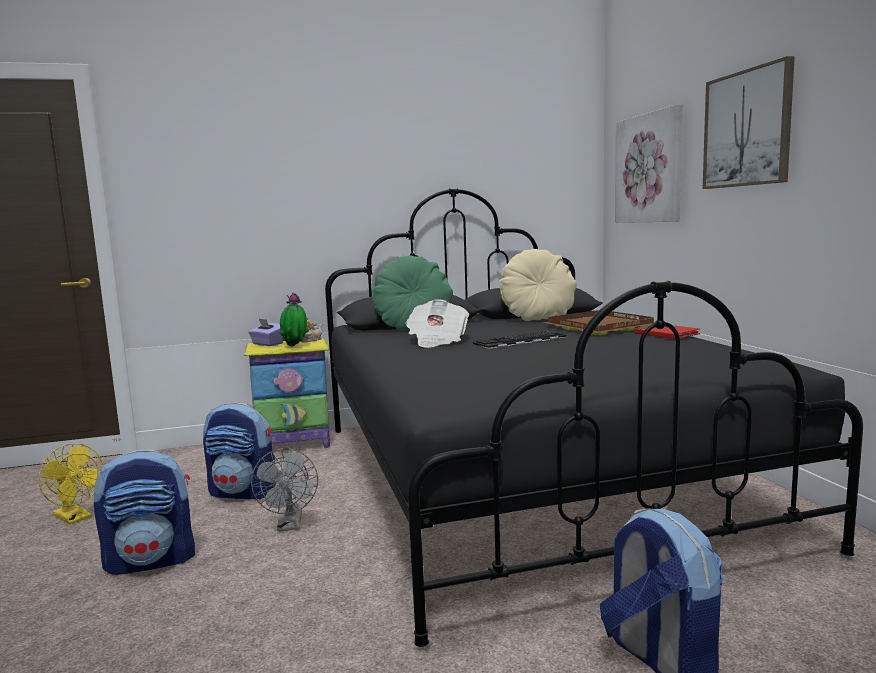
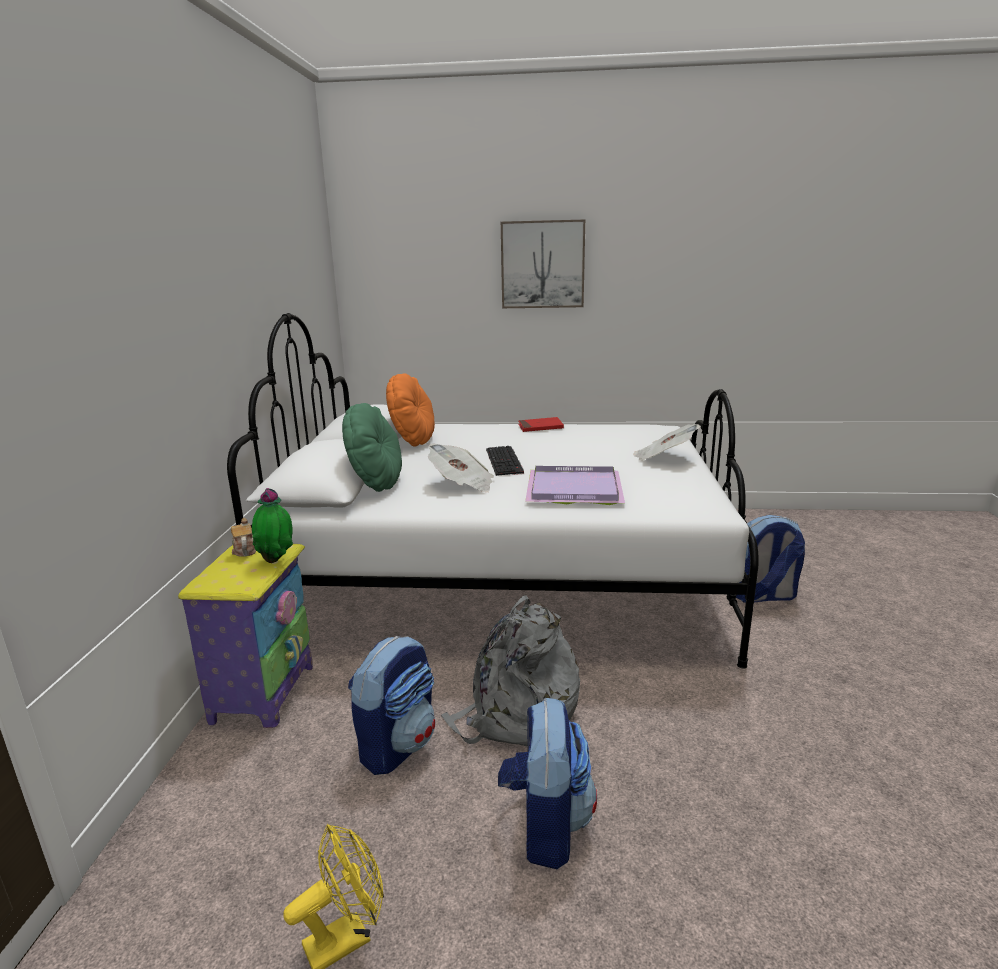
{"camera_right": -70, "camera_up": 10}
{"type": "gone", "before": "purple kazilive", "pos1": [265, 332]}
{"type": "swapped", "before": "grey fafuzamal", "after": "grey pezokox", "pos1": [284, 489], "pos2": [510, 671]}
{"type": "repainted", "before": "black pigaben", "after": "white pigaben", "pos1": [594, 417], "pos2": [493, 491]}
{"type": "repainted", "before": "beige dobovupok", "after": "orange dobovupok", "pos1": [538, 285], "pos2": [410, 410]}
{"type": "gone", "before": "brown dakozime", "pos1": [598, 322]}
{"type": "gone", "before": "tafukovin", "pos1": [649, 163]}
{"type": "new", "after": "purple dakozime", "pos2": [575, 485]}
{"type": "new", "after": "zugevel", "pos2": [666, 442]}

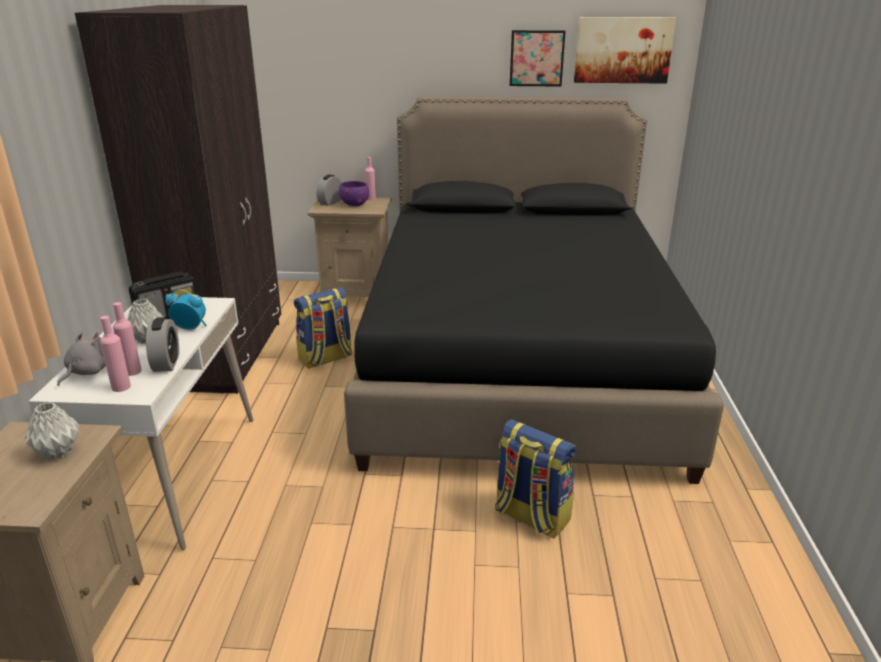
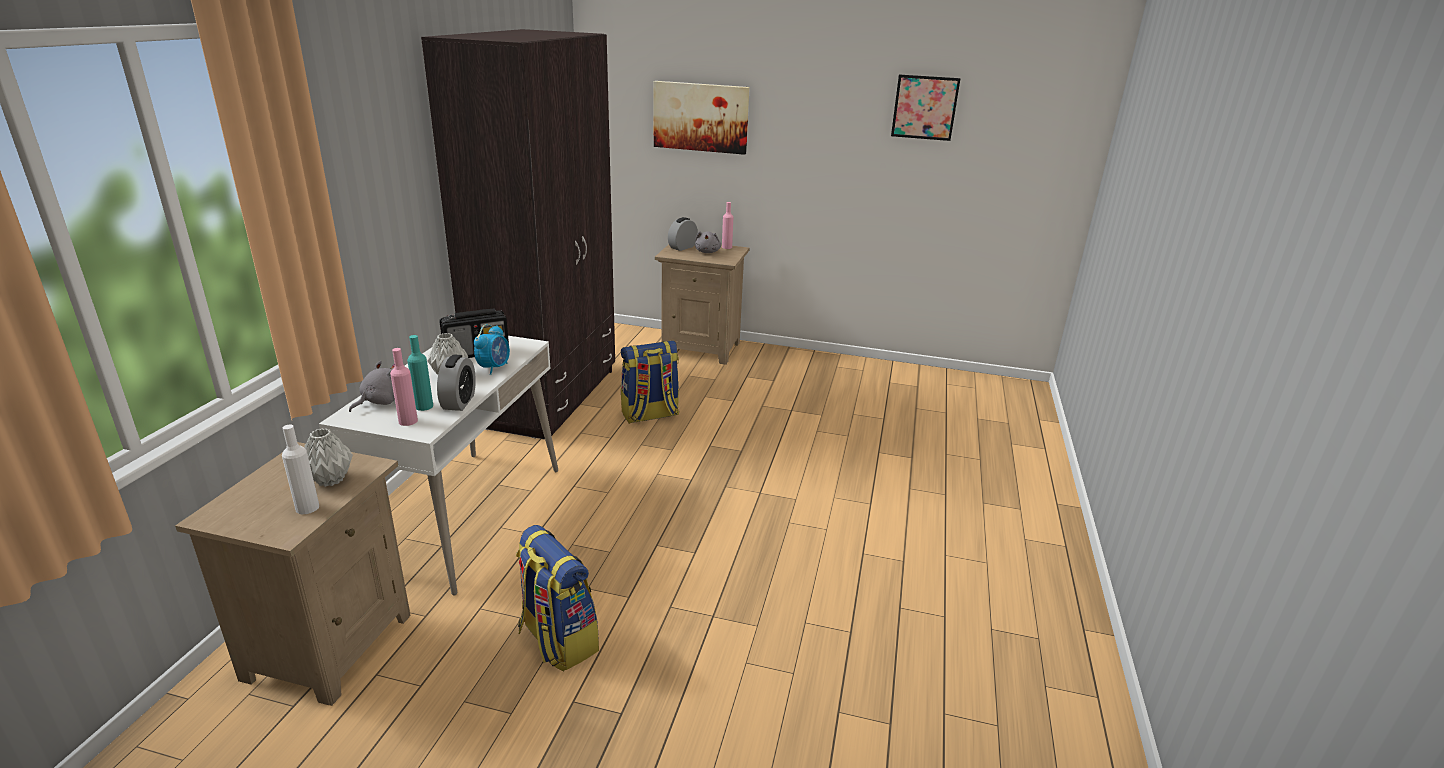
{"camera_right": 10, "camera_up": 0}
{"type": "repainted", "before": "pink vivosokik", "after": "turquoise vivosokik", "pos1": [127, 339], "pos2": [420, 373]}
{"type": "rotated", "before": "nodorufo", "pos1": [186, 309], "pos2": [492, 349], "turn": 90}
{"type": "swapped", "before": "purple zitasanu", "after": "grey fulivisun", "pos1": [354, 193], "pos2": [708, 242]}
{"type": "gone", "before": "black pigaben", "pos1": [534, 290]}
{"type": "shifted", "before": "pezokox", "pos1": [535, 479], "pos2": [557, 598]}
{"type": "shifted", "before": "tafukovin", "pos1": [625, 50], "pos2": [702, 118]}
{"type": "new", "after": "white vivosokik", "pos2": [300, 469]}

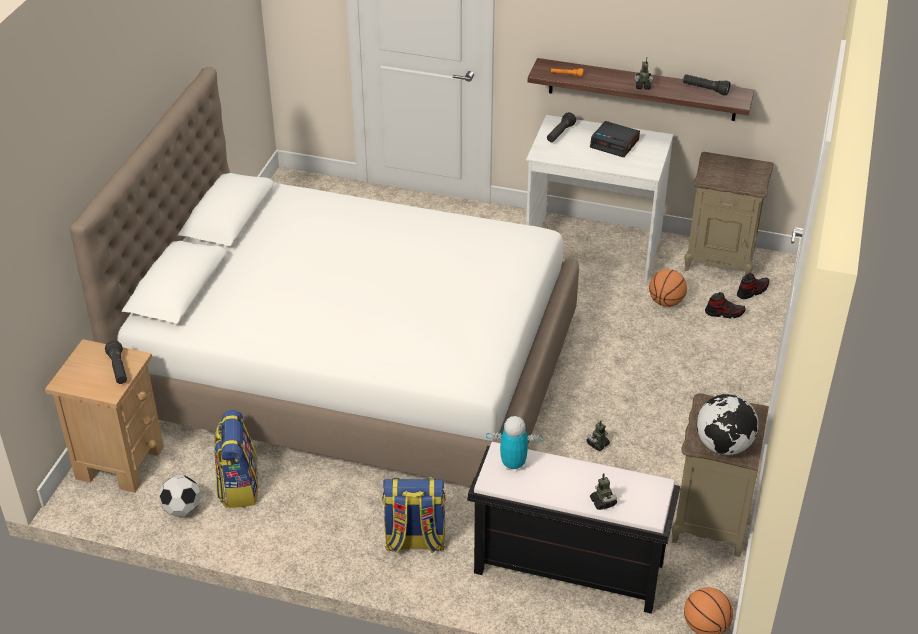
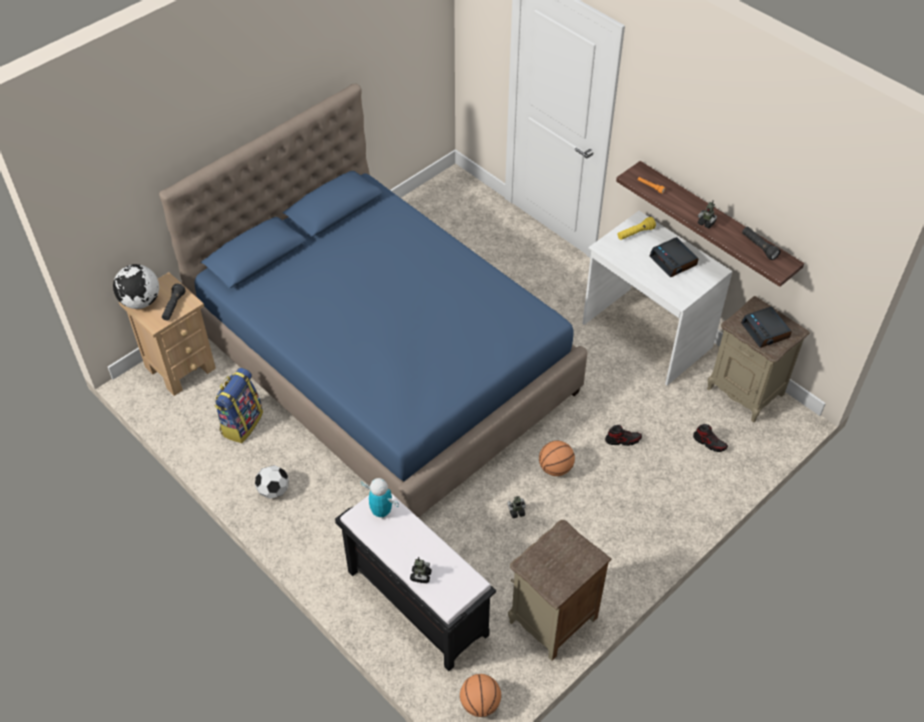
{"camera_right": 30, "camera_up": 10}
{"type": "repainted", "before": "white pigaben", "after": "blue pigaben", "pos1": [324, 276], "pos2": [373, 300]}
{"type": "shifted", "before": "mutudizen", "pos1": [179, 496], "pos2": [272, 482]}
{"type": "gone", "before": "pezokox", "pos1": [414, 516]}
{"type": "repainted", "before": "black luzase", "after": "yellow luzase", "pos1": [561, 127], "pos2": [637, 228]}
{"type": "shifted", "before": "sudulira", "pos1": [668, 288], "pos2": [557, 458]}
{"type": "shifted", "before": "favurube", "pos1": [728, 424], "pos2": [136, 286]}
{"type": "shifted", "before": "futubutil", "pos1": [753, 286], "pos2": [623, 435]}
{"type": "new", "after": "nodorufo", "pos2": [766, 327]}

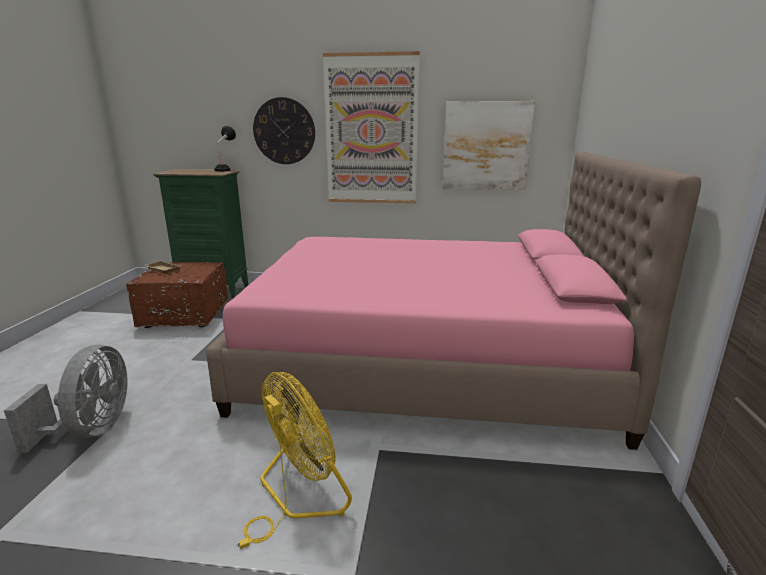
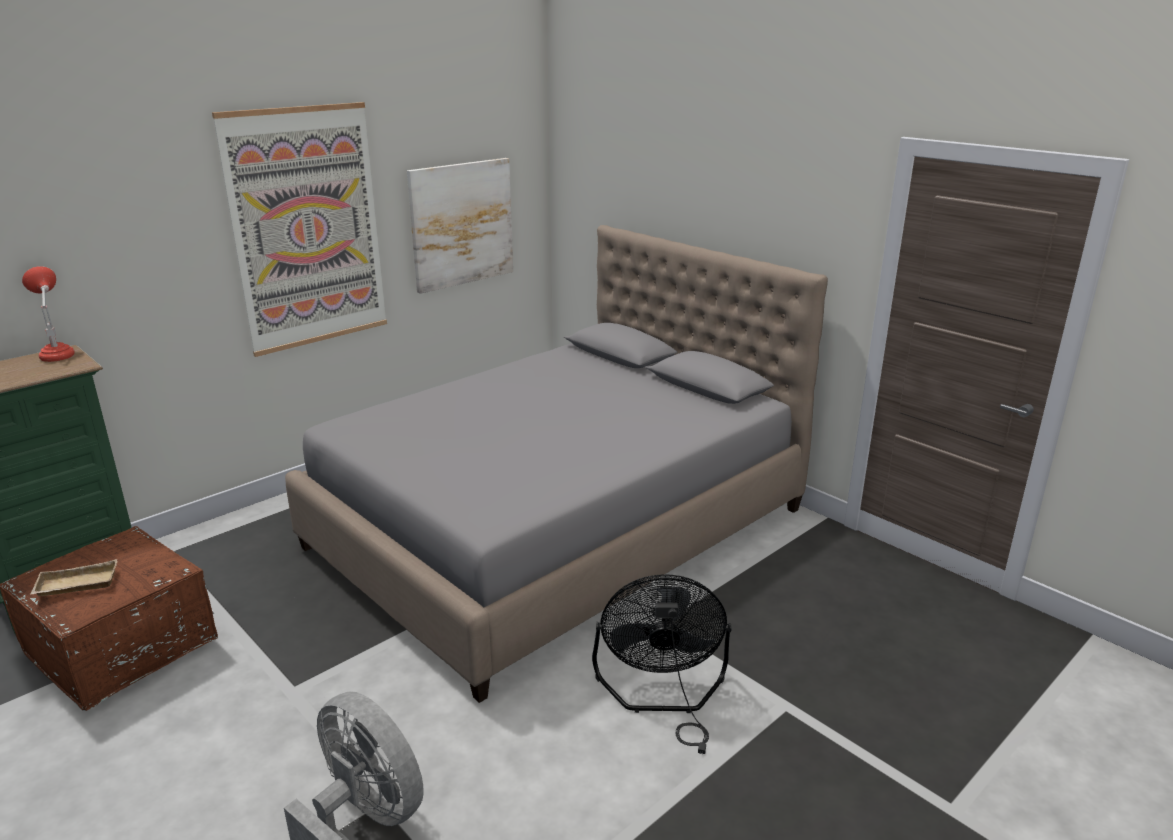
{"camera_right": -50, "camera_up": 5}
{"type": "repainted", "before": "pink pigaben", "after": "grey pigaben", "pos1": [453, 300], "pos2": [556, 464]}
{"type": "repainted", "before": "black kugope", "after": "red kugope", "pos1": [225, 148], "pos2": [48, 314]}
{"type": "repainted", "before": "yellow fafuzamal", "after": "black fafuzamal", "pos1": [294, 460], "pos2": [662, 664]}
{"type": "gone", "before": "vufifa", "pos1": [284, 130]}

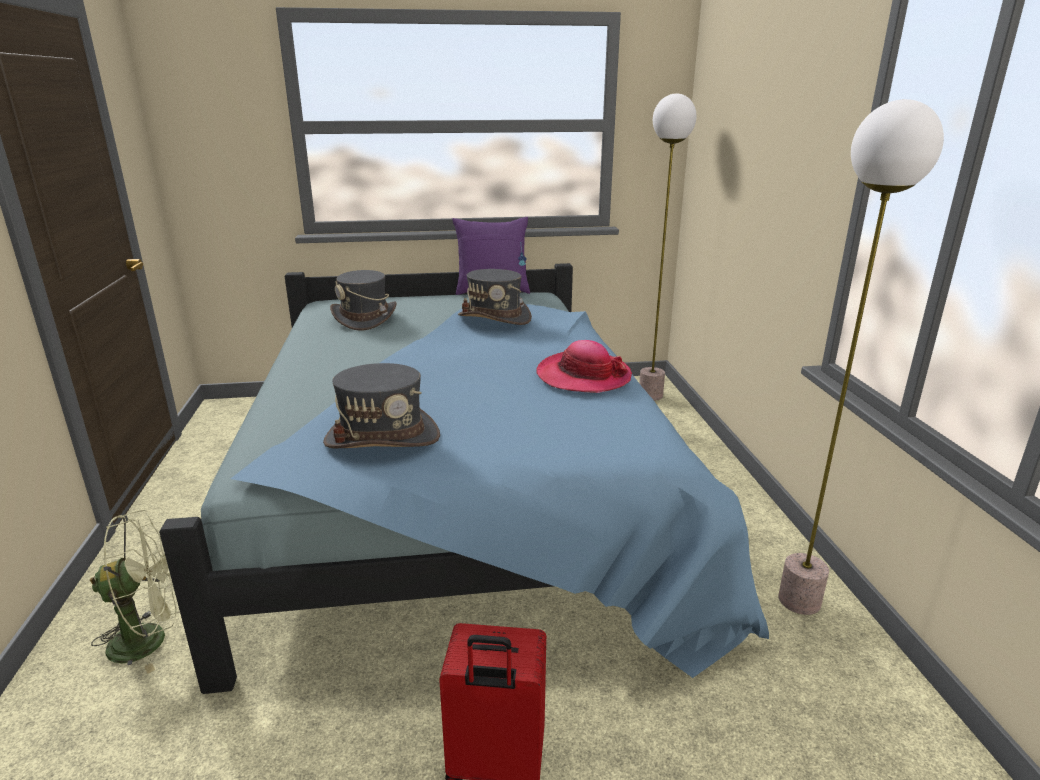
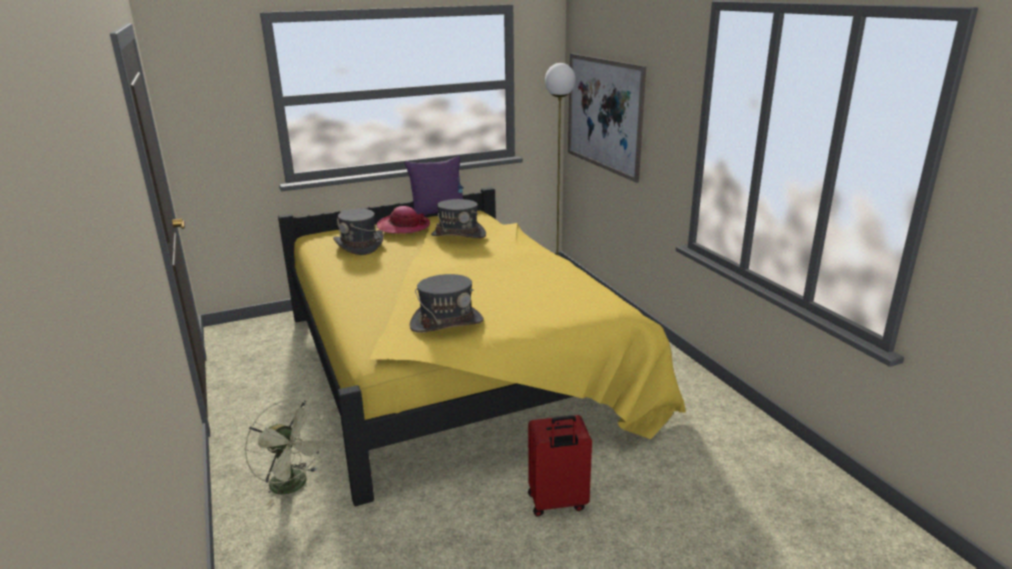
{"camera_right": -15, "camera_up": 0}
{"type": "rotated", "before": "green fafuzamal", "pos1": [135, 592], "pos2": [287, 452], "turn": 75}
{"type": "repainted", "before": "blue pigaben", "after": "yellow pigaben", "pos1": [464, 478], "pos2": [482, 346]}
{"type": "shifted", "before": "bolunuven", "pos1": [584, 366], "pos2": [403, 220]}
{"type": "gone", "before": "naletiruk", "pos1": [861, 357]}
{"type": "new", "after": "tafukovin", "pos2": [607, 118]}

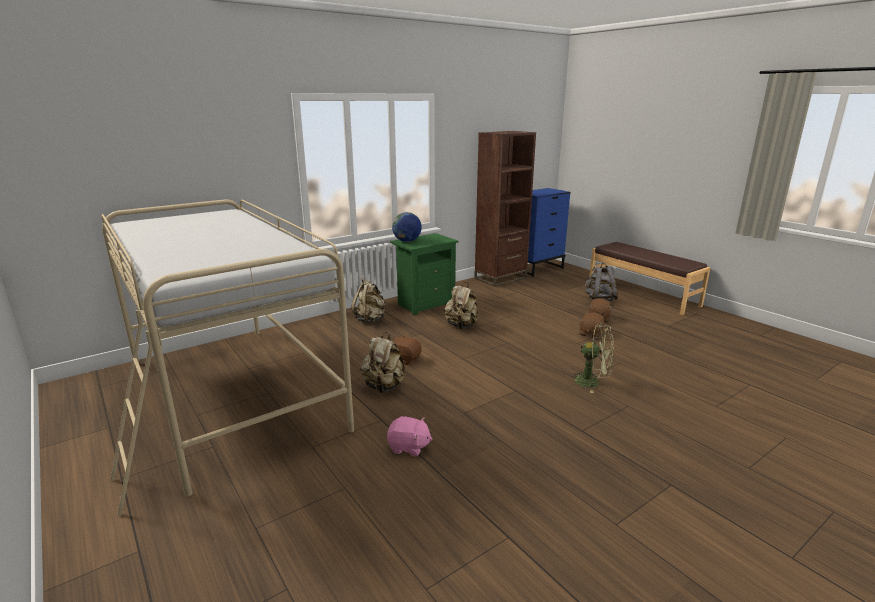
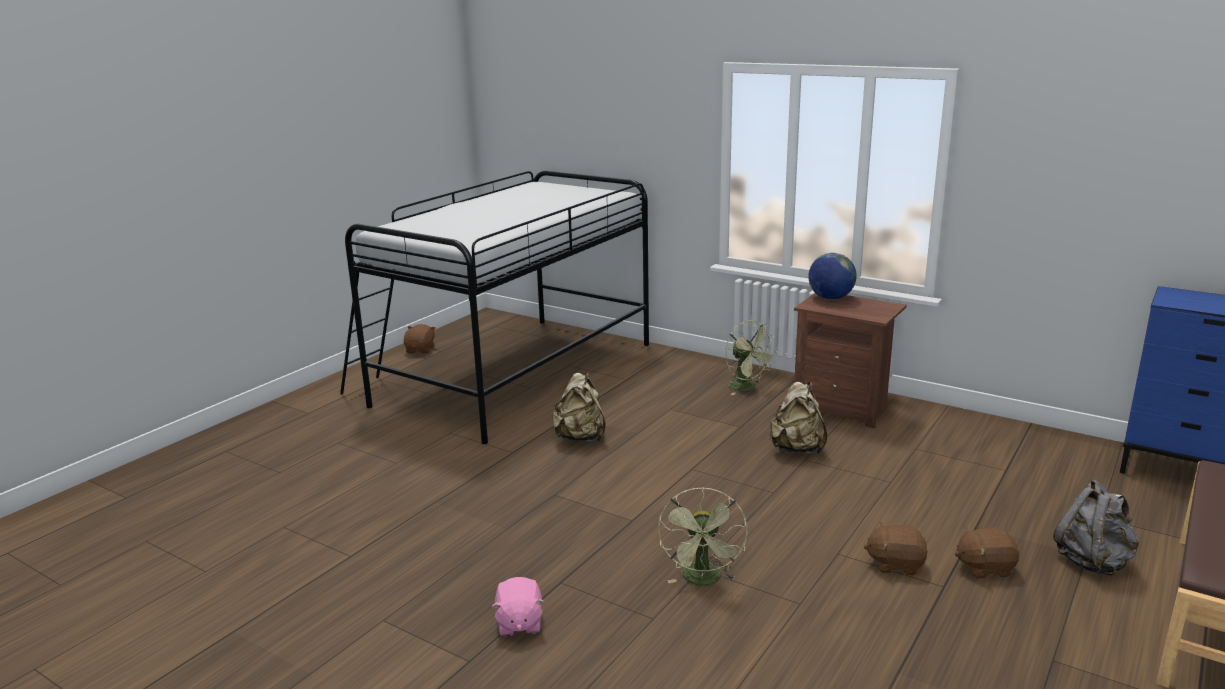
{"camera_right": 70, "camera_up": 0}
{"type": "repainted", "before": "beige pigaben", "after": "black pigaben", "pos1": [227, 357], "pos2": [494, 307]}
{"type": "swapped", "before": "beige pezokox", "after": "green fafuzamal", "pos1": [368, 300], "pos2": [751, 357]}
{"type": "shifted", "before": "pink fulivisun", "pos1": [410, 436], "pos2": [518, 607]}
{"type": "repainted", "before": "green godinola", "after": "brown godinola", "pos1": [424, 274], "pos2": [850, 360]}
{"type": "shifted", "before": "brown fulivisun", "pos1": [407, 350], "pos2": [419, 339]}
{"type": "gone", "before": "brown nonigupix", "pos1": [505, 209]}

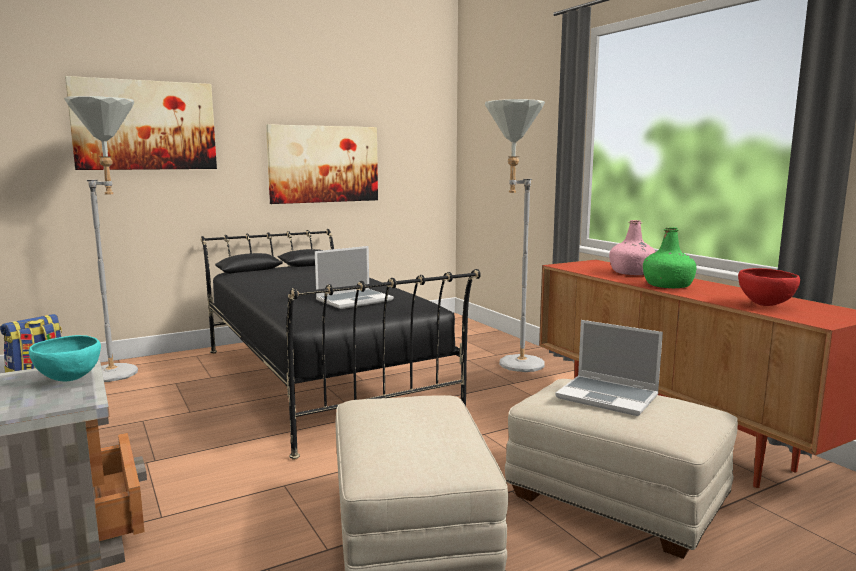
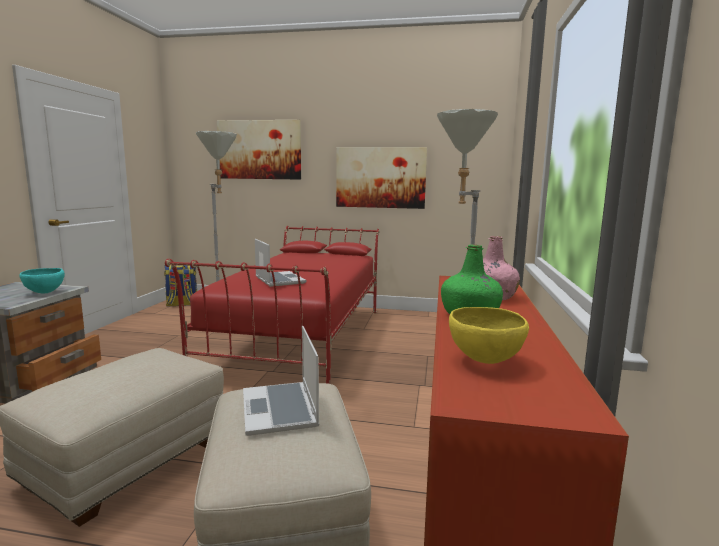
{"camera_right": 40, "camera_up": 0}
{"type": "repainted", "before": "black pigaben", "after": "red pigaben", "pos1": [340, 344], "pos2": [272, 305]}
{"type": "rotated", "before": "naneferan", "pos1": [354, 277], "pos2": [280, 263], "turn": -120}
{"type": "repainted", "before": "red zitasanu", "after": "yellow zitasanu", "pos1": [769, 287], "pos2": [489, 335]}

